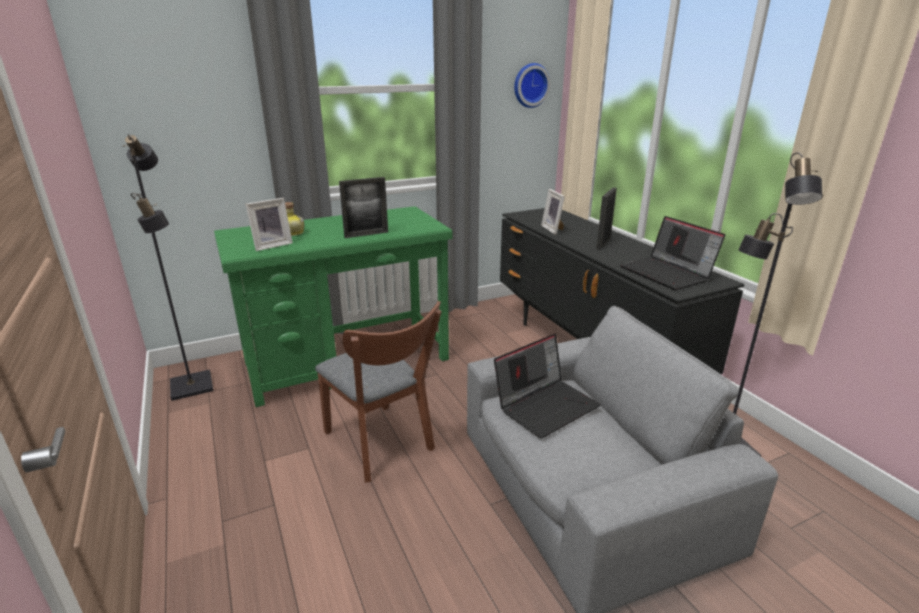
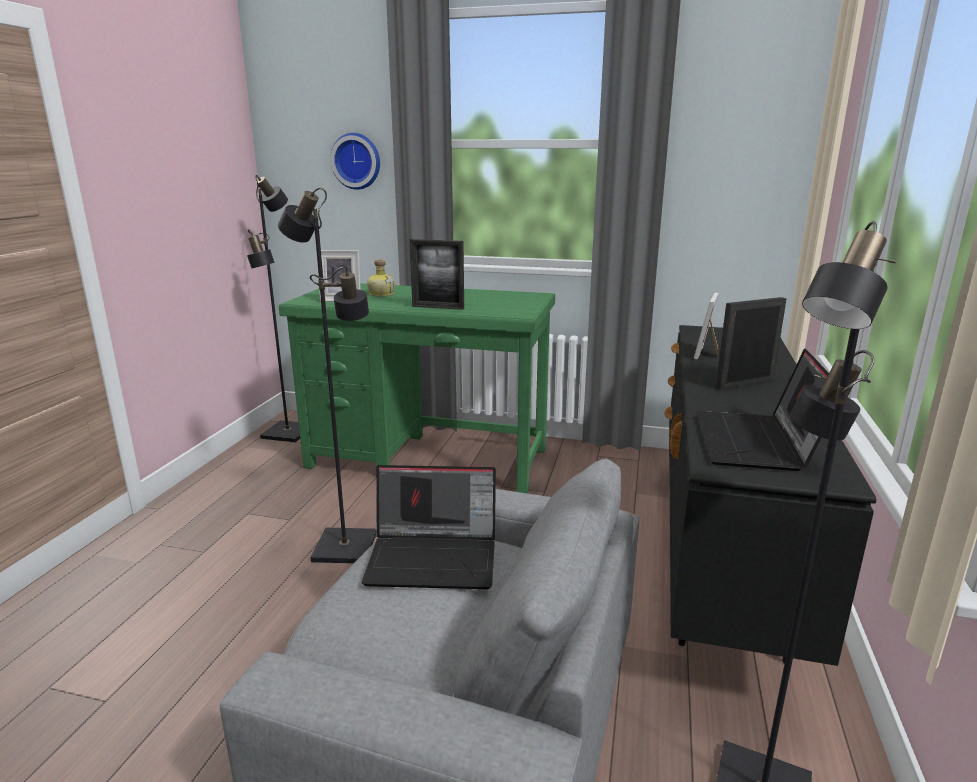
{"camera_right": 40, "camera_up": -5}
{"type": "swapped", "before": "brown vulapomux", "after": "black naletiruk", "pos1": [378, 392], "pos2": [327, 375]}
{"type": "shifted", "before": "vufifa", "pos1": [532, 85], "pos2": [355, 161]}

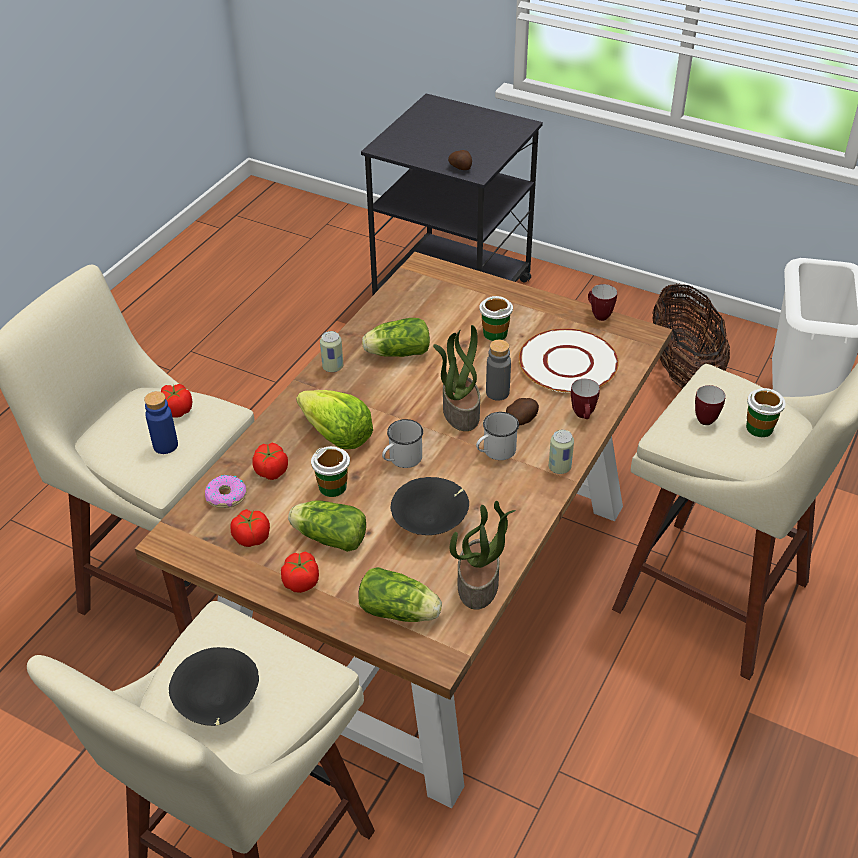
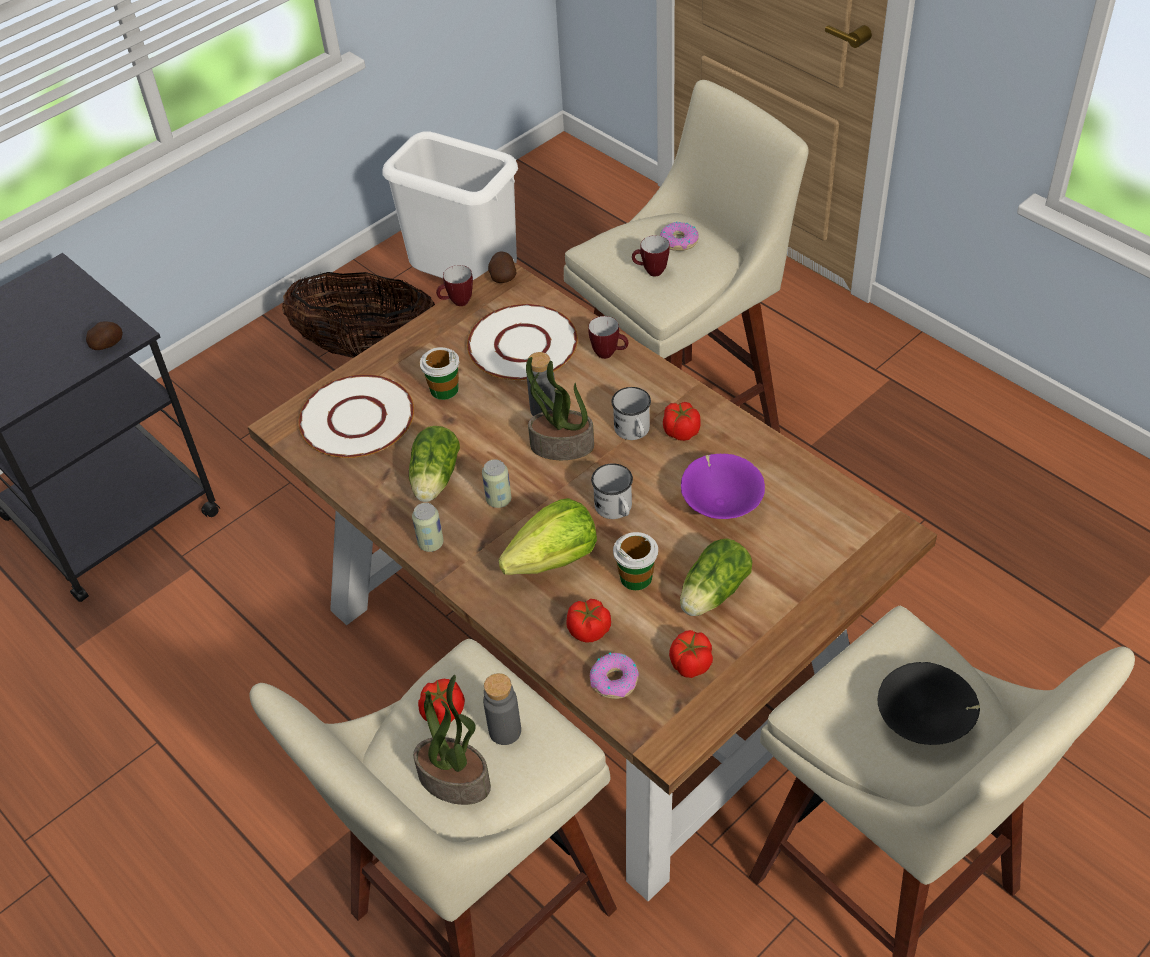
{"camera_right": -70, "camera_up": 5}
{"type": "repainted", "before": "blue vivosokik", "after": "grey vivosokik", "pos1": [161, 422], "pos2": [502, 709]}
{"type": "shifted", "before": "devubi", "pos1": [300, 572], "pos2": [682, 421]}
{"type": "gone", "before": "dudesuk", "pos1": [400, 594]}
{"type": "repainted", "before": "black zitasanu", "after": "purple zitasanu", "pos1": [429, 506], "pos2": [723, 486]}
{"type": "shifted", "before": "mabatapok", "pos1": [483, 555], "pos2": [452, 740]}
{"type": "shifted", "before": "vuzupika", "pos1": [522, 412], "pos2": [502, 267]}
{"type": "shifted", "before": "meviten", "pos1": [561, 452], "pos2": [496, 483]}
{"type": "swapped", "before": "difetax", "after": "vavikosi", "pos1": [766, 412], "pos2": [679, 236]}
{"type": "new", "after": "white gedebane", "pos2": [356, 416]}

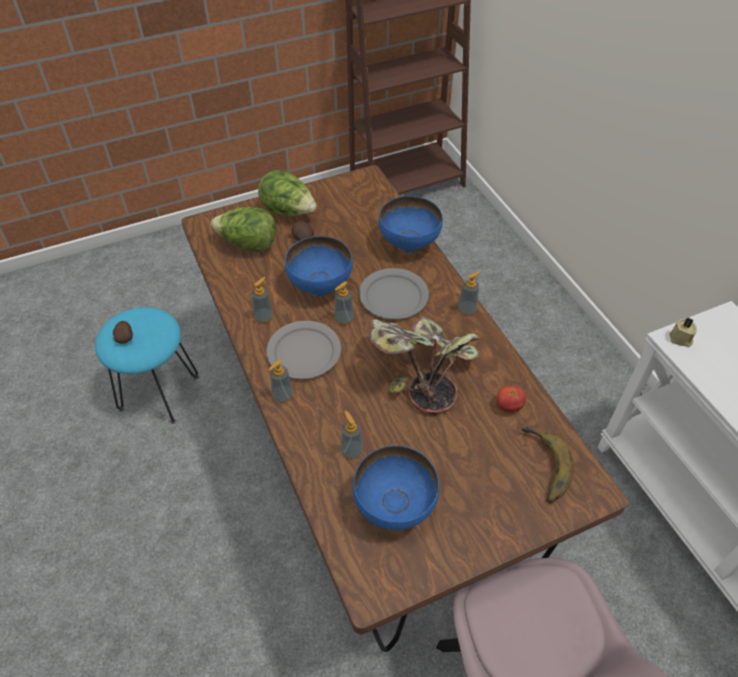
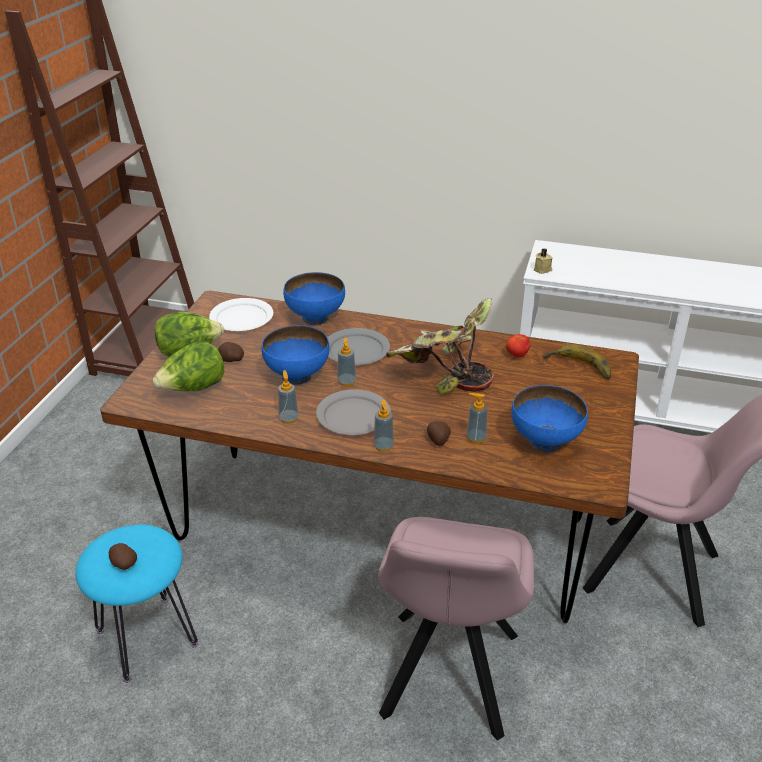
{"camera_right": -50, "camera_up": -15}
{"type": "gone", "before": "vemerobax", "pos1": [469, 293]}
{"type": "new", "after": "white gedebane", "pos2": [241, 314]}
{"type": "new", "after": "pink vulapomux", "pos2": [456, 629]}
{"type": "new", "after": "vuzupika", "pos2": [439, 433]}

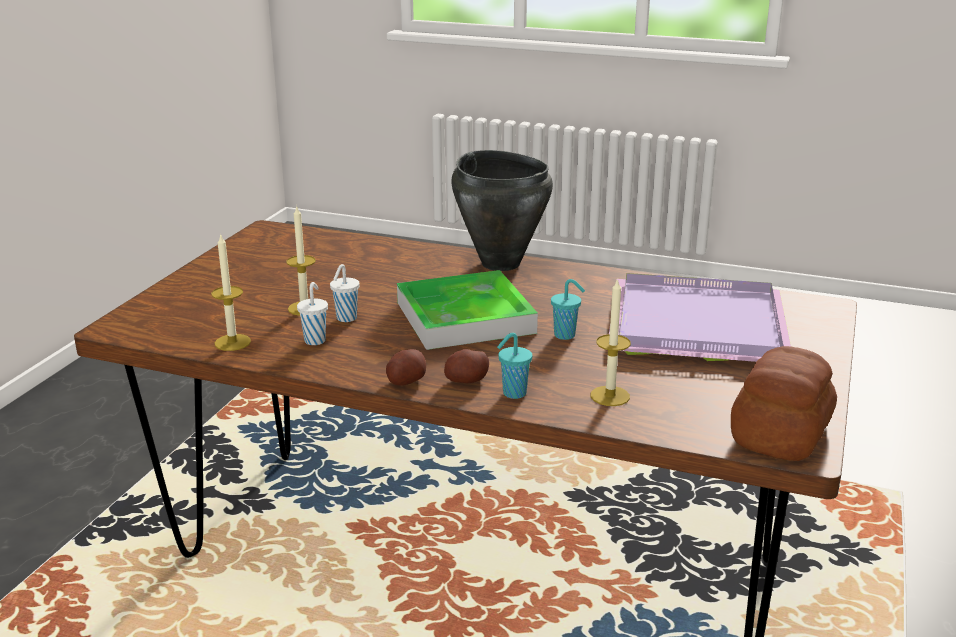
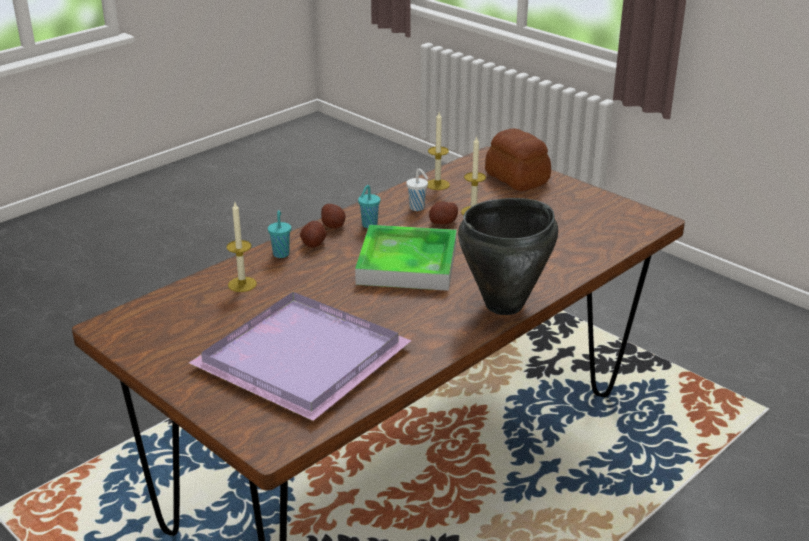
{"camera_right": 115, "camera_up": 5}
{"type": "swapped", "before": "white difetax", "after": "vuzupika", "pos1": [345, 293], "pos2": [443, 213]}
{"type": "shifted", "before": "turquoise difetax", "pos1": [568, 309], "pos2": [369, 206]}
{"type": "shifted", "before": "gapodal", "pos1": [784, 403], "pos2": [518, 160]}

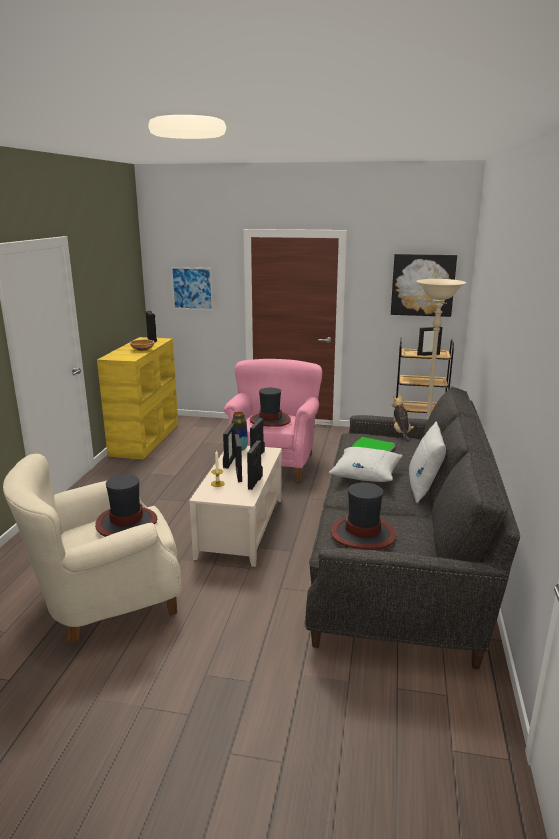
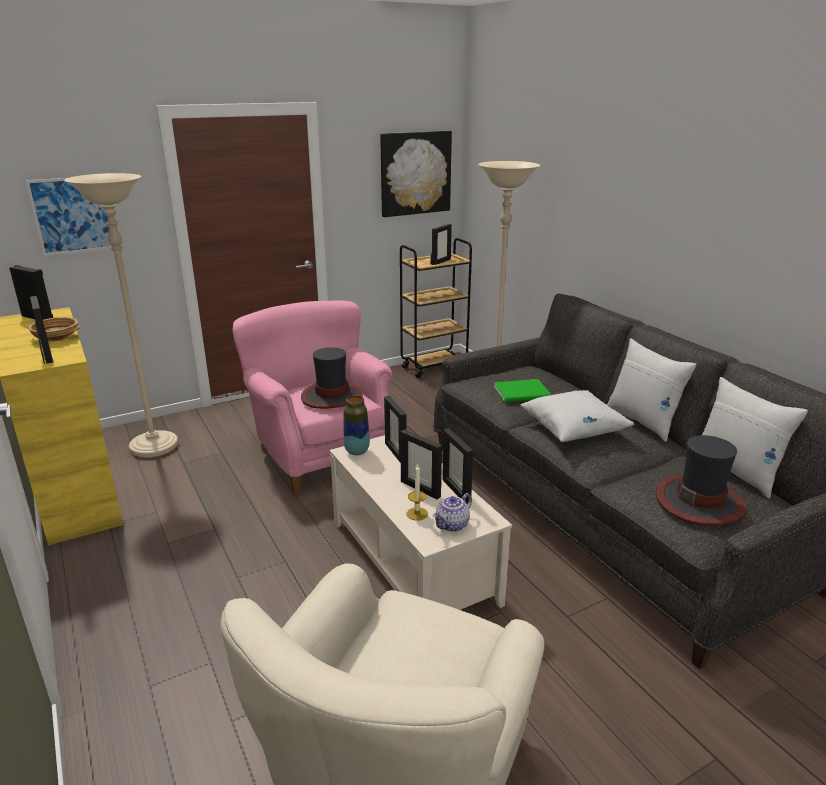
{"camera_right": -40, "camera_up": 5}
{"type": "gone", "before": "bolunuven", "pos1": [126, 506]}
{"type": "shifted", "before": "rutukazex", "pos1": [229, 445], "pos2": [41, 330]}
{"type": "gone", "before": "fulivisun", "pos1": [403, 419]}
{"type": "new", "after": "beige naletiruk", "pos2": [121, 315]}
{"type": "new", "after": "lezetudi", "pos2": [452, 512]}
{"type": "new", "after": "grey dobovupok", "pos2": [755, 438]}

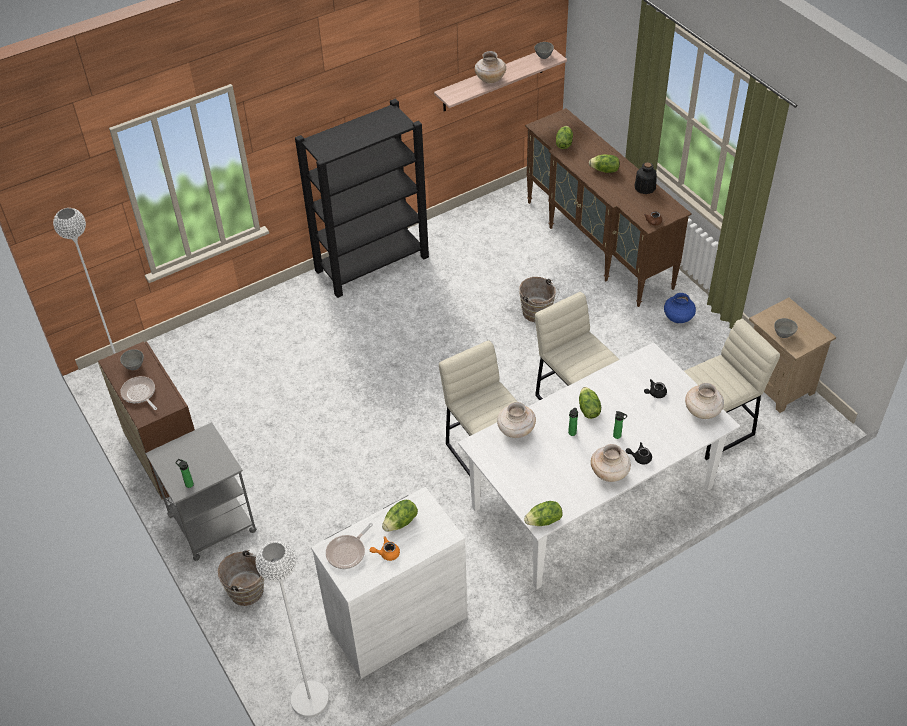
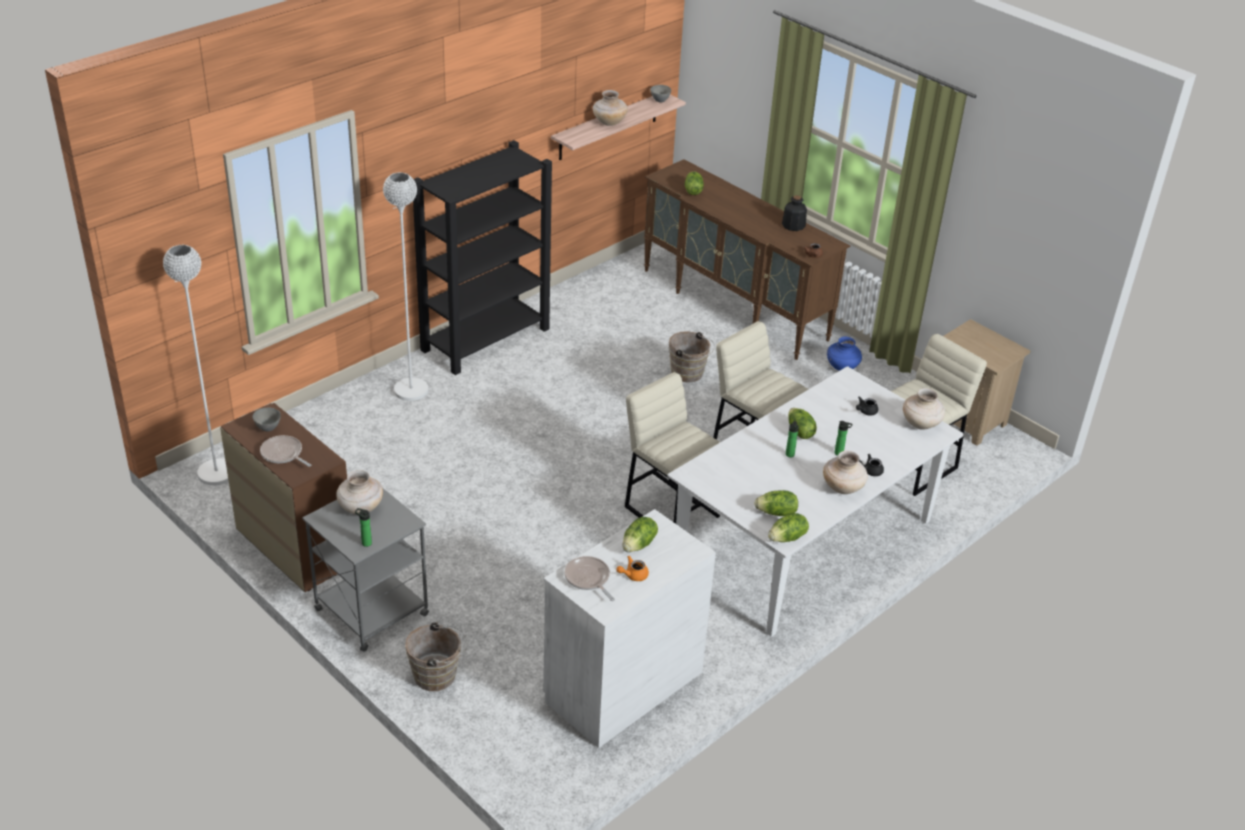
{"camera_right": -15, "camera_up": -10}
{"type": "shifted", "before": "white naletiruk", "pos1": [292, 629], "pos2": [405, 286]}
{"type": "rotated", "before": "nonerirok", "pos1": [349, 546], "pos2": [589, 578], "turn": 120}
{"type": "shifted", "before": "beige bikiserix", "pos1": [516, 420], "pos2": [359, 492]}
{"type": "shifted", "before": "dudesuk", "pos1": [604, 163], "pos2": [776, 503]}
{"type": "gone", "before": "grey zitasanu", "pos1": [786, 328]}

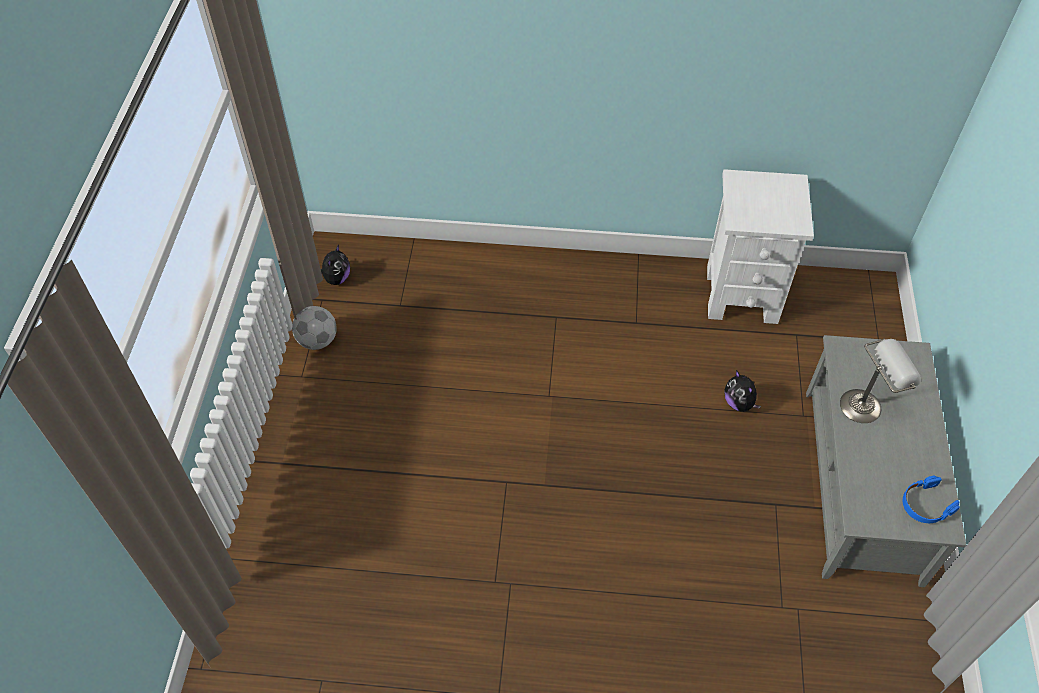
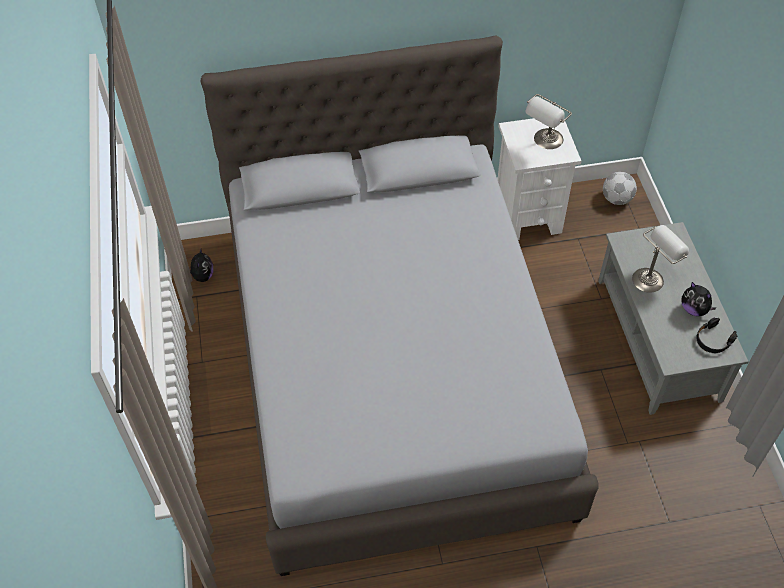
{"camera_right": -15, "camera_up": 0}
{"type": "shifted", "before": "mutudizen", "pos1": [314, 328], "pos2": [620, 188]}
{"type": "shifted", "before": "fulivisun", "pos1": [742, 391], "pos2": [699, 299]}
{"type": "repainted", "before": "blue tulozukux", "after": "black tulozukux", "pos1": [931, 499], "pos2": [716, 335]}
{"type": "new", "after": "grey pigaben", "pos2": [400, 305]}
{"type": "new", "after": "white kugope", "pos2": [548, 121]}

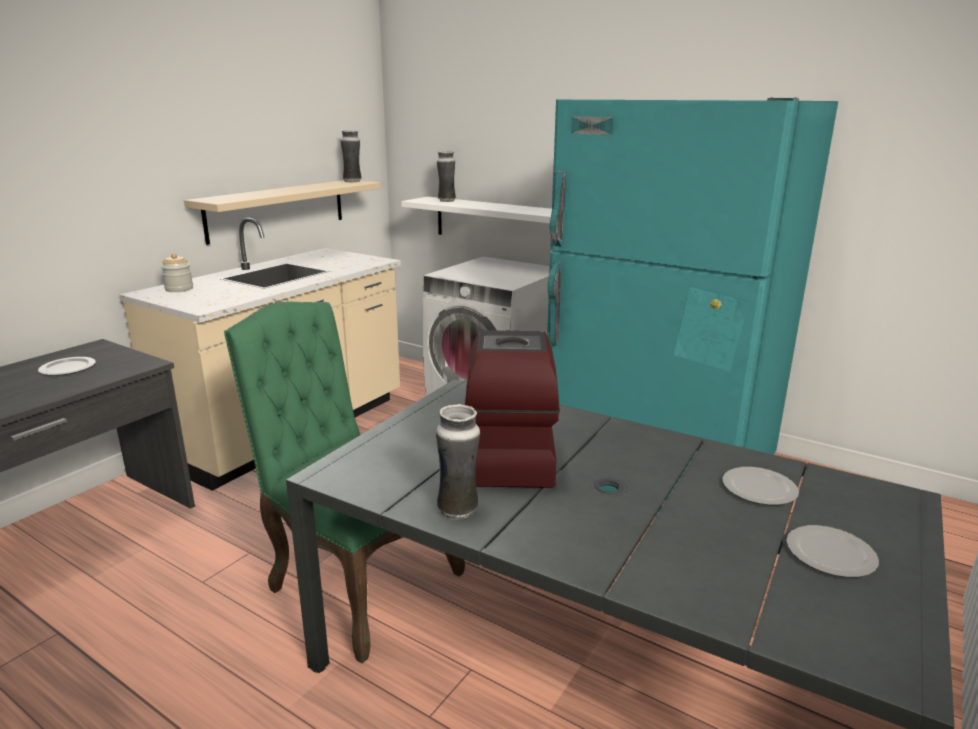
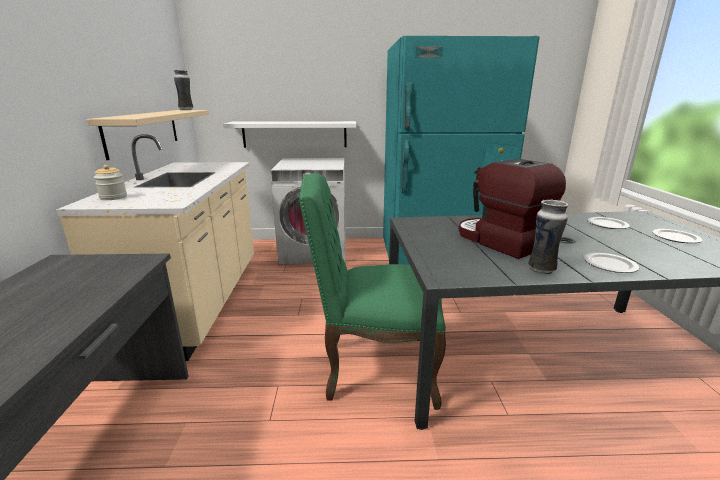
{"camera_right": -35, "camera_up": 0}
{"type": "shifted", "before": "gedebane", "pos1": [67, 366], "pos2": [611, 263]}
{"type": "gone", "before": "bikiserix", "pos1": [446, 176]}

